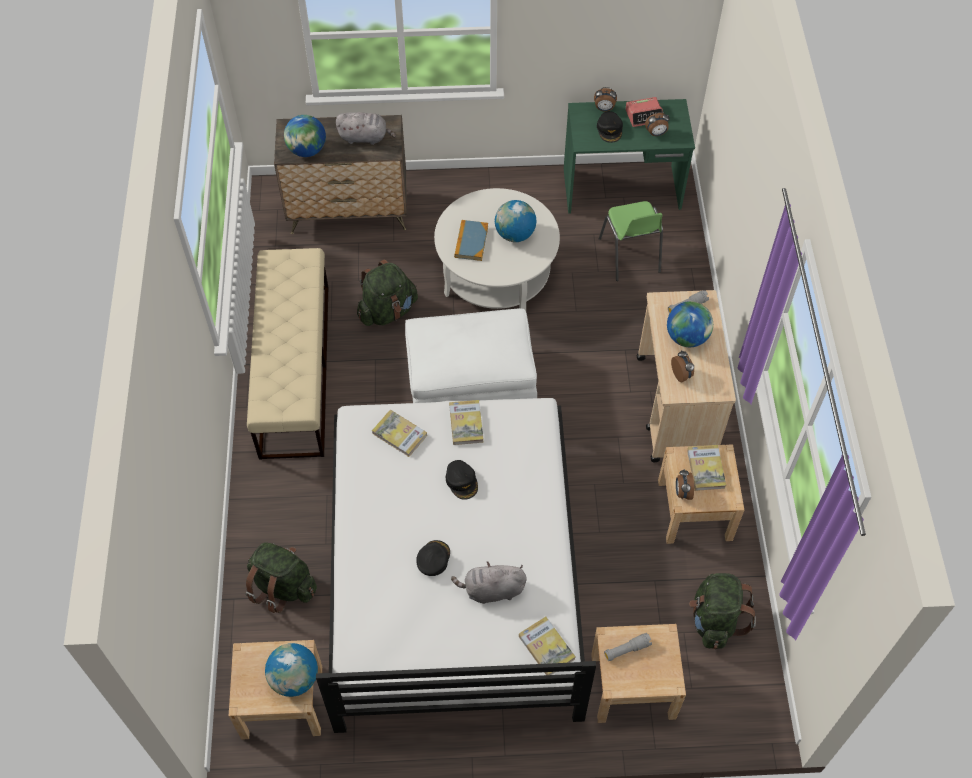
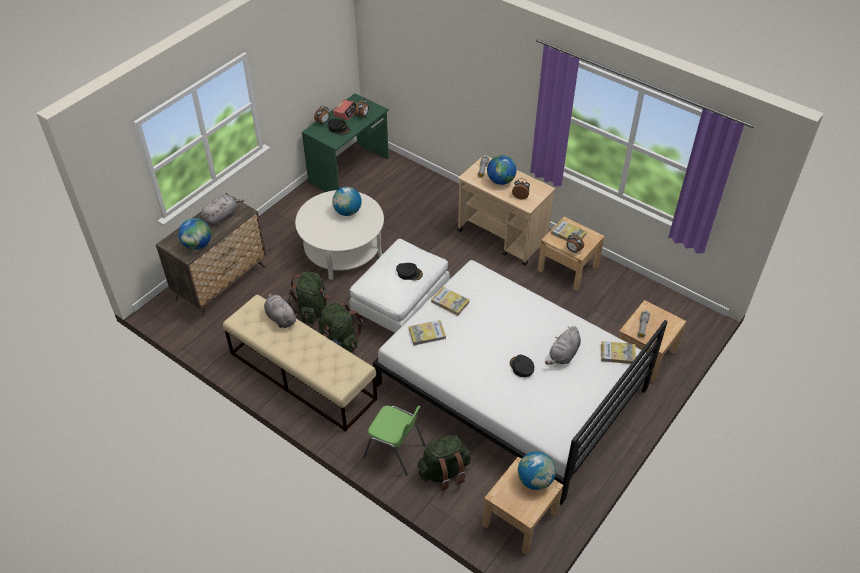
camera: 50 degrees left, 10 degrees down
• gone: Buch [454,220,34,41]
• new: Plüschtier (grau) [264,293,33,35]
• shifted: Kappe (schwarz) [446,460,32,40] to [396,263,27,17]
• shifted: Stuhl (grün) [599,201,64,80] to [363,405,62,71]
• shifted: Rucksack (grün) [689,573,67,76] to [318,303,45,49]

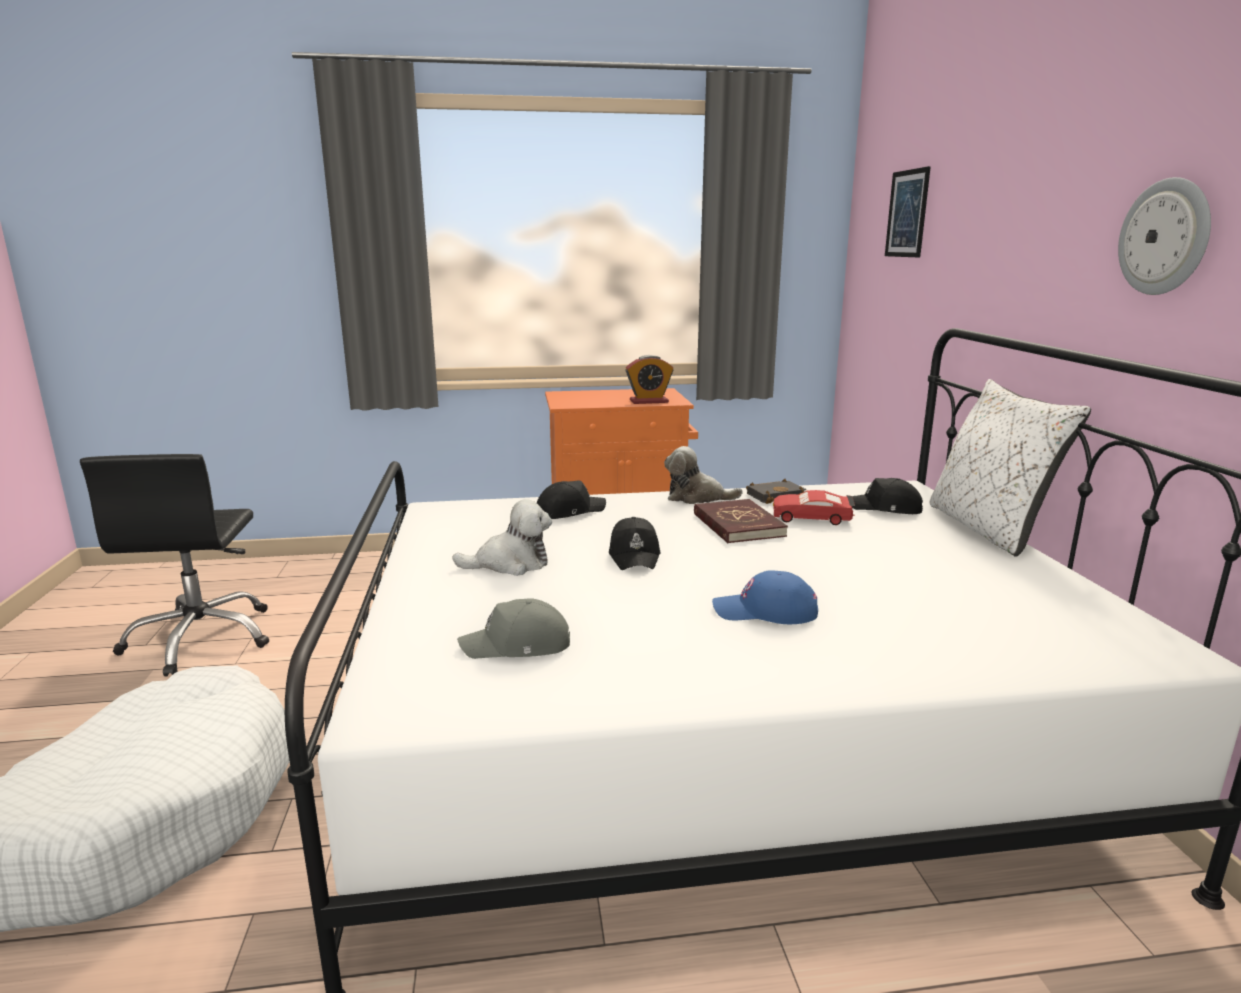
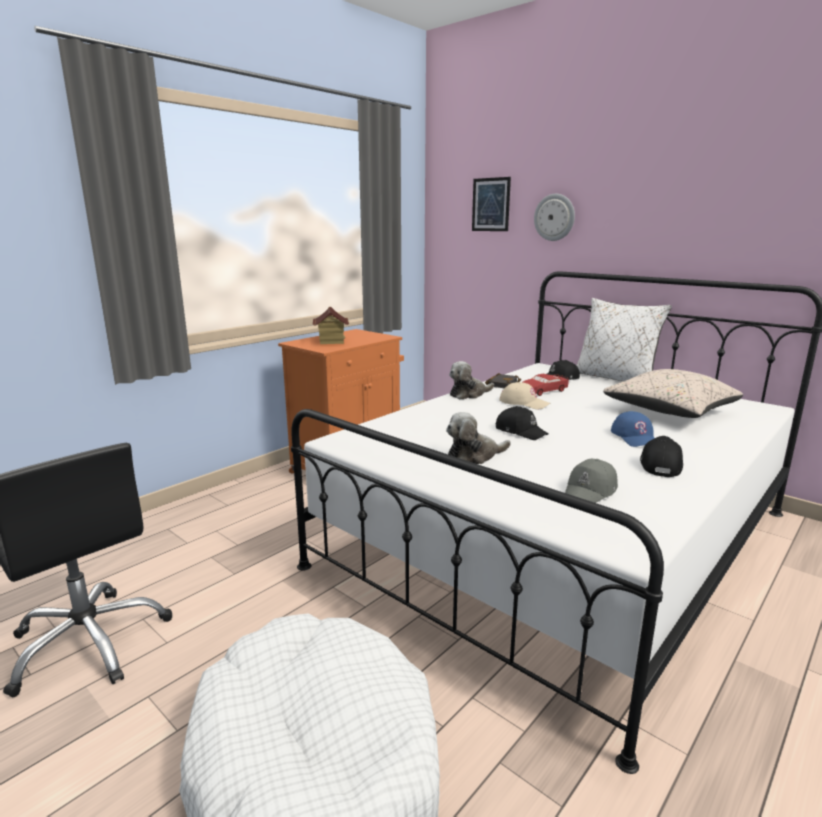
camera: 40 degrees left, 0 degrees up
• gone: Wecker [625,355,48,49]
• new: Spielzeughaus [313,307,36,37]
• new: Kissen (beige) [603,369,140,49]
• shifted: Kappe (schwarz) [537,481,69,38] to [640,436,43,41]
• shifted: Wanduhr [1118,177,93,118] to [534,194,41,47]
• swapped: Buch (rot) [694,499,94,44] to Kappe (beige) [499,382,51,28]
• rotated: Plüschtier [452,499,100,77] = [446,412,65,52] 150 degrees counterclockwise
• rotated: Kappe (blau) [712,570,106,54] = [611,411,44,36] 60 degrees counterclockwise

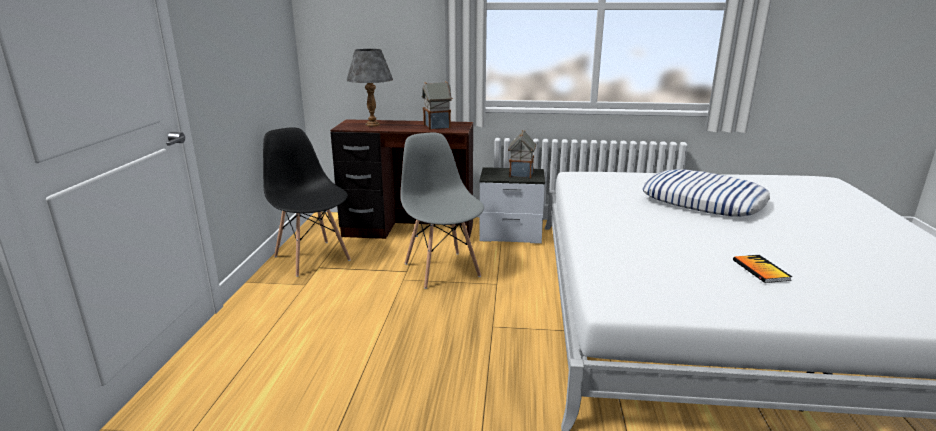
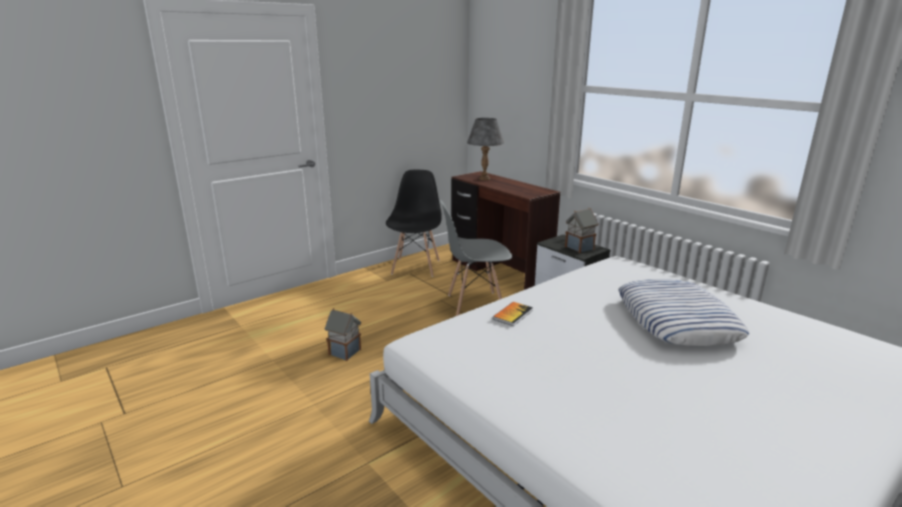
camera: 45 degrees right, 0 degrees up
• shifted: Spielzeughaus [422,81,31,49] to [325,308,36,53]
• shifted: Buch [733,255,59,28] to [493,302,40,24]
• rotated: Stuhl (grau) [400,133,84,156] = [439,200,73,116] 120 degrees counterclockwise

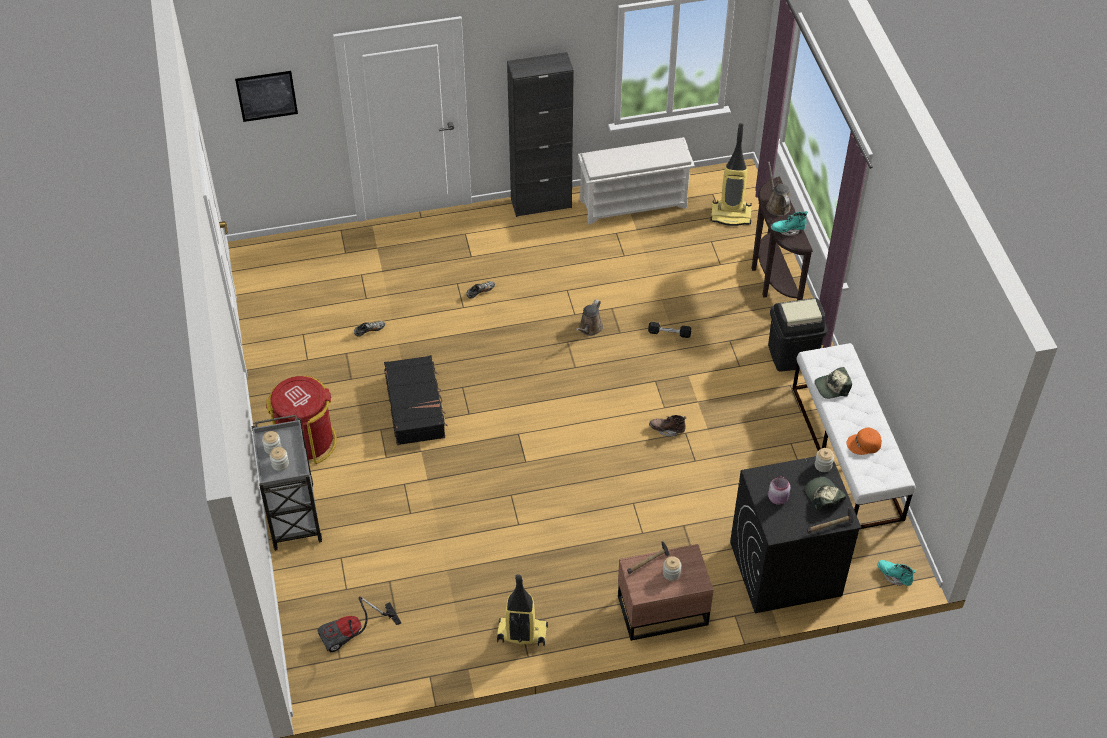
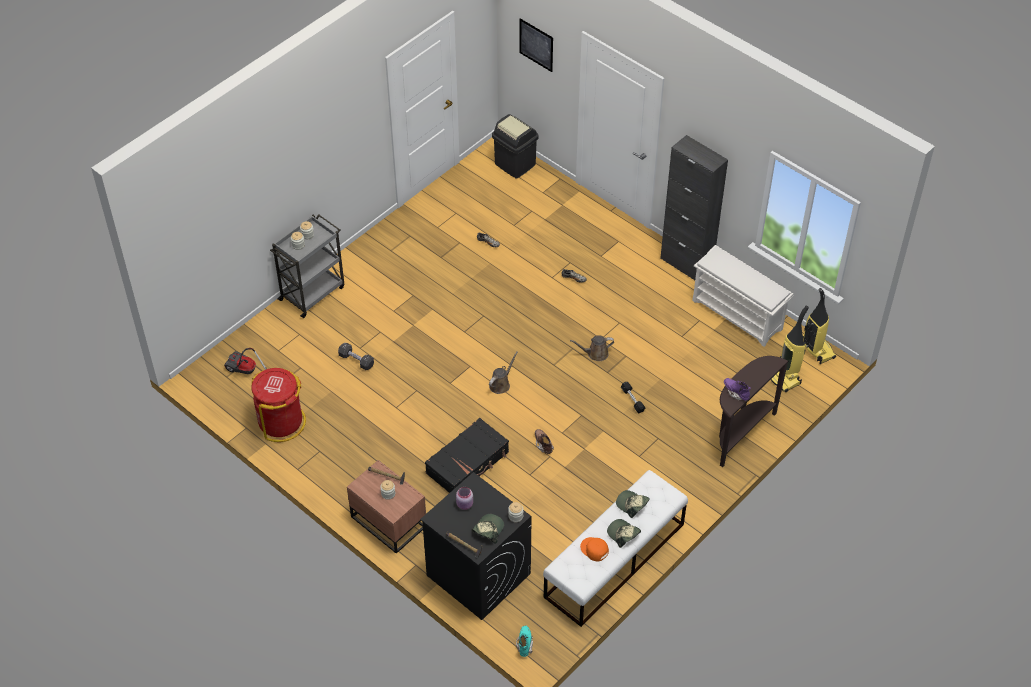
camera: 55 degrees right, 0 degrees up
• new: Hantel (schwarz) [338,343,36,27]
• new: Kappe [607,519,34,29]
• shifted: Mülleimer (rot) [266,375,71,89] to [251,368,55,74]
• shifted: Koffer (schwarz) [384,355,64,90] to [425,418,84,75]
• shifted: Staubsauger [497,574,51,72] to [803,288,33,76]
• shifted: Gießkanne (braun) [766,162,25,54] to [489,351,29,43]
• shifted: Mülleimer (schwarz) [768,298,59,74] to [492,114,47,64]
• repainted: Stiefel (türkis) [771,211,37,25] to Stiefel (lila) [724,378,27,22]

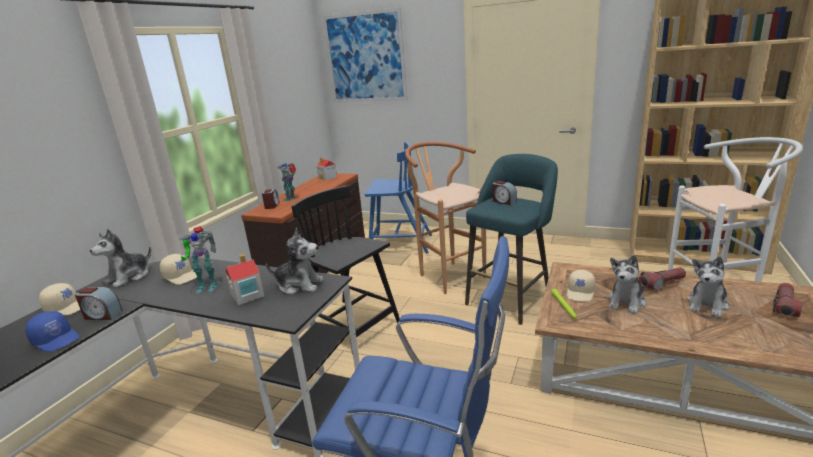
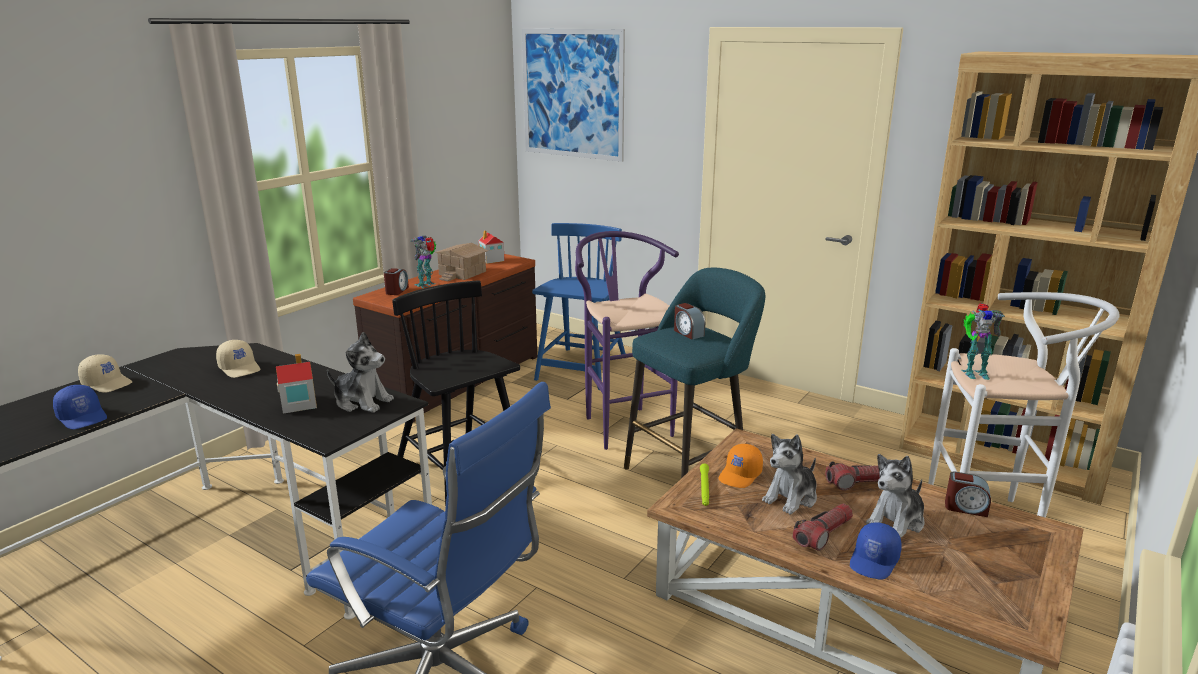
camera: 10 degrees right, 0 degrees up
• gone: Plüschtier [90,229,61,59]
• new: Spielzeughaus [434,243,55,38]
• new: Kappe (blau) [850,522,52,58]
• shifted: Wecker [75,287,48,33] to [945,471,46,46]
• shifted: Spielzeugroboter [180,226,40,67] to [961,303,44,77]
• shifted: Taschenlampe [773,283,29,34] to [793,504,60,47]
• repainted: Hocker (braun) [405,142,81,152] to Hocker (lila) [575,231,104,219]
• repainted: Kappe (beige) [567,270,29,32] to Kappe (orange) [718,444,45,44]
• rotated: Stuhl (blau) [365,142,67,112] = [532,223,94,167] 90 degrees counterclockwise

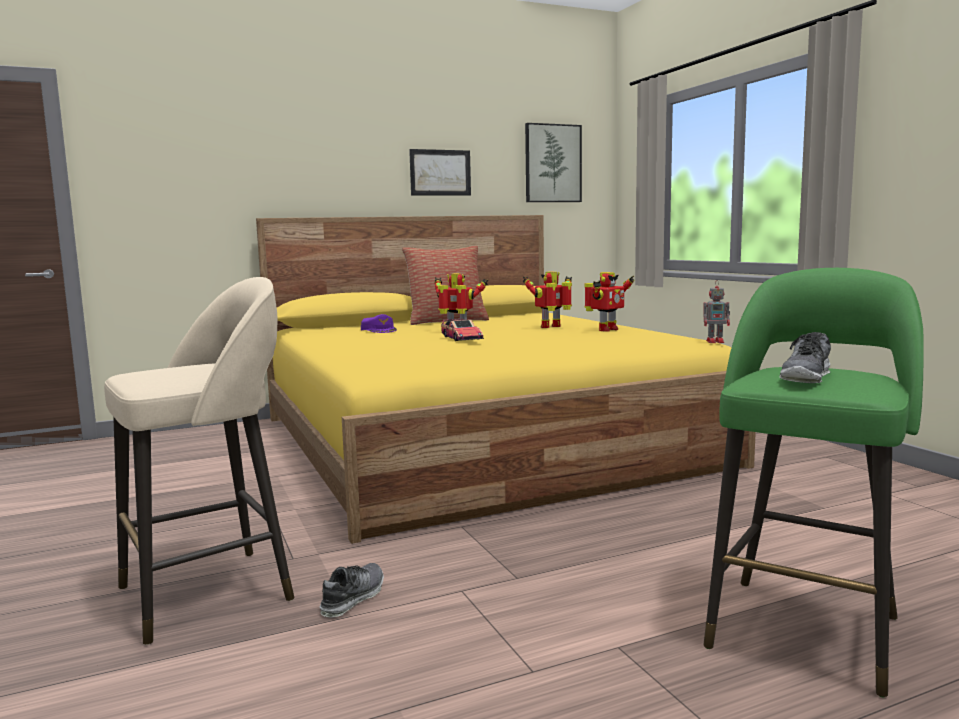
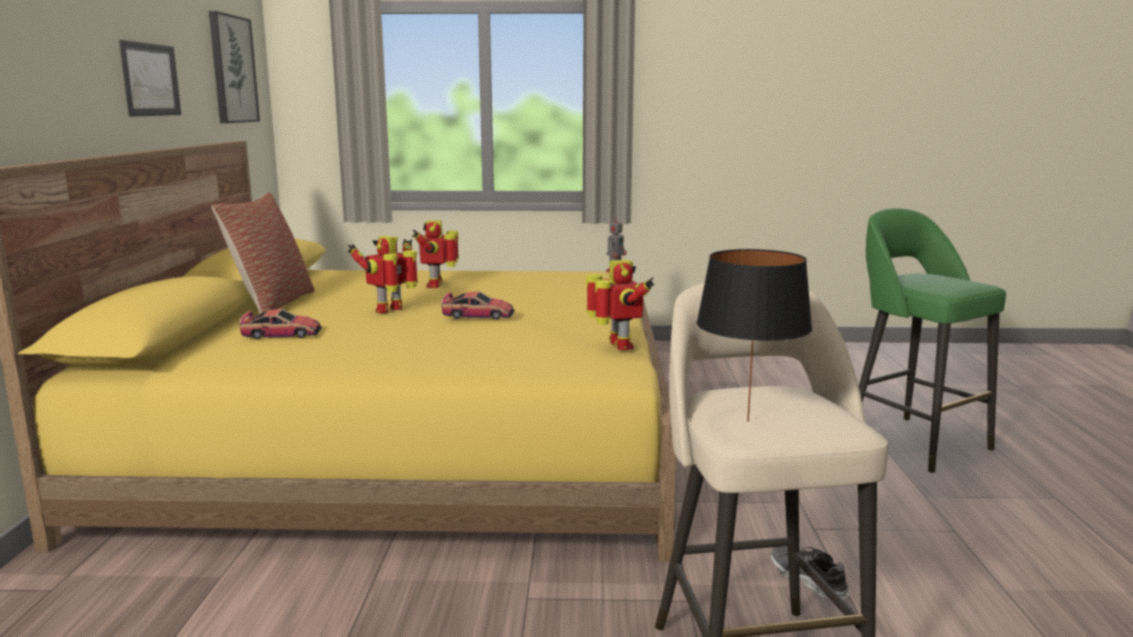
camera: 65 degrees left, 5 degrees up
• gone: Schuh [779,332,52,51]
• new: Tischlampe (schwarz) [696,249,116,173]
• shifted: Spielzeugroboter [584,272,50,60] to [586,260,68,90]
• swapped: Kappe (lila) [361,314,36,19] to Spielzeugauto [240,309,82,31]

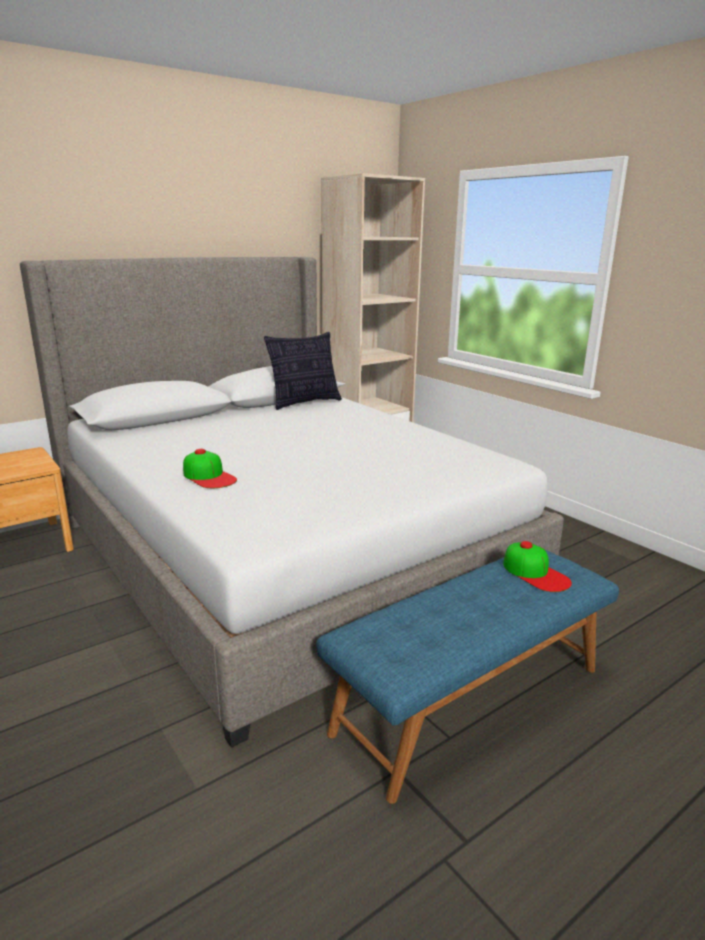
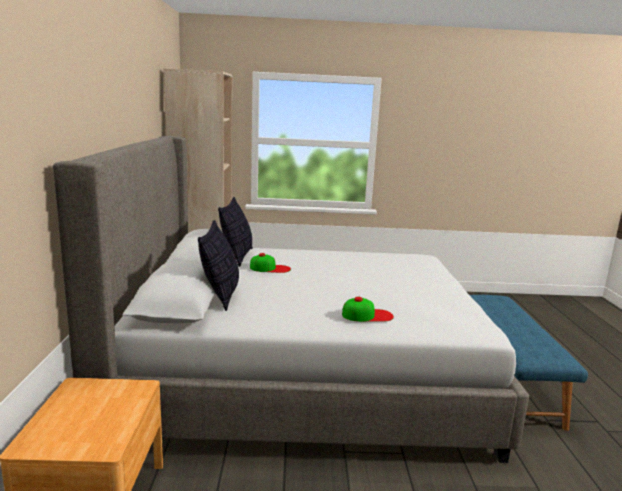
camera: 55 degrees left, 5 degrees down
• new: Kissen [198,220,41,91]
• shifted: Kappe [503,541,69,51] to [250,253,41,20]

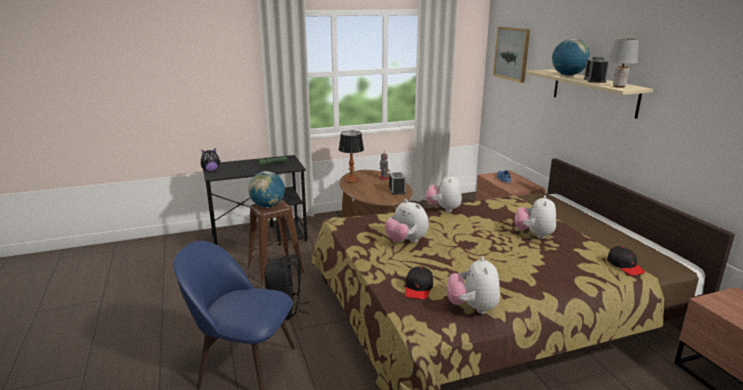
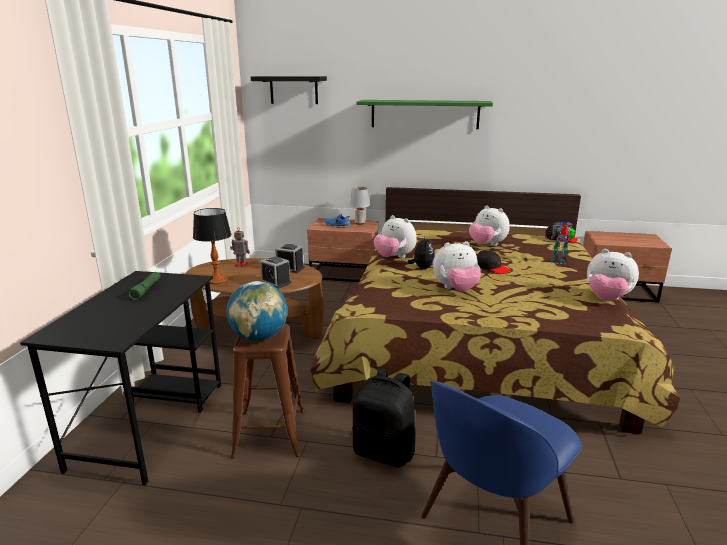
camera: 60 degrees left, 0 degrees up
• gone: Globus [552,39,38,37]
• new: Spielzeugroboter [551,222,25,42]
• shifted: Plüschtier [201,148,19,24] to [408,237,27,32]
• shifted: Kappe (schwarz) [405,266,28,33] to [477,250,34,24]
• shifted: Wecker [584,57,25,26] to [260,256,31,33]
• shifted: Tischlampe (grau) [609,38,30,50] to [350,187,20,38]
• swapped: Bild [493,27,37,56] to Wandregal (schwarz) [251,76,76,28]
• repainted: Wandregal (beige) [526,69,127,50] to Wandregal (grün) [356,100,137,29]

